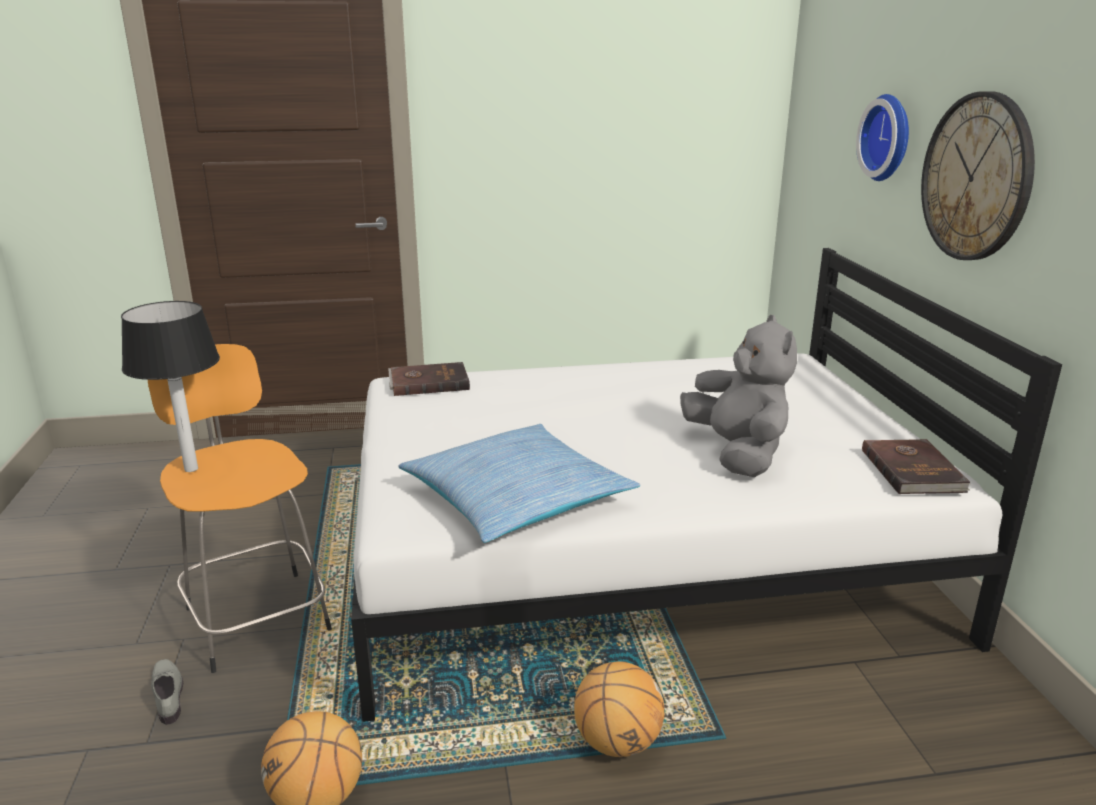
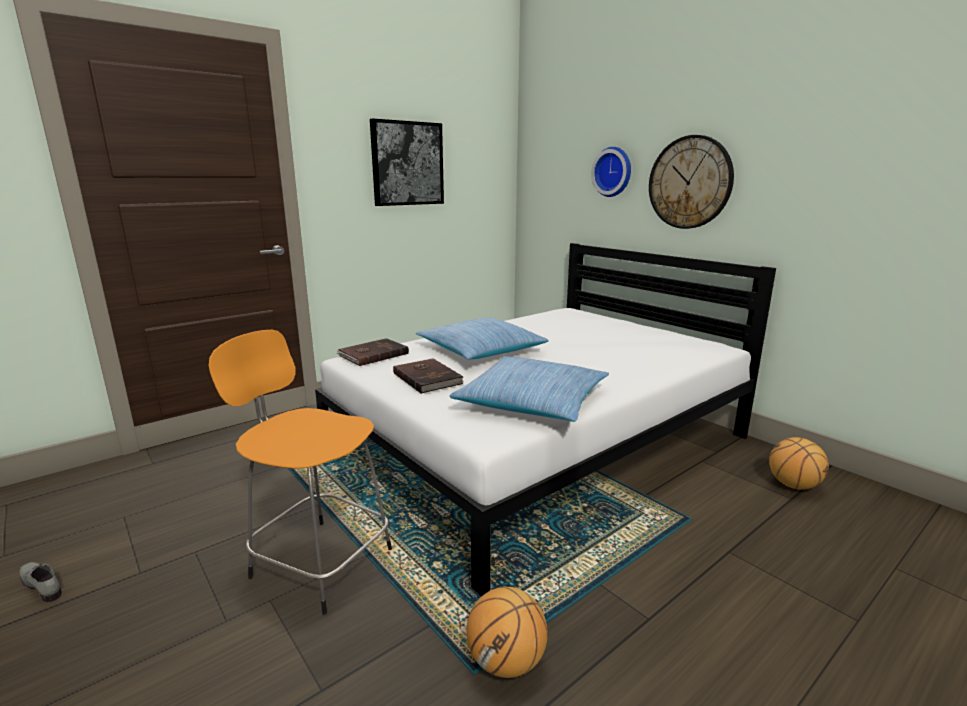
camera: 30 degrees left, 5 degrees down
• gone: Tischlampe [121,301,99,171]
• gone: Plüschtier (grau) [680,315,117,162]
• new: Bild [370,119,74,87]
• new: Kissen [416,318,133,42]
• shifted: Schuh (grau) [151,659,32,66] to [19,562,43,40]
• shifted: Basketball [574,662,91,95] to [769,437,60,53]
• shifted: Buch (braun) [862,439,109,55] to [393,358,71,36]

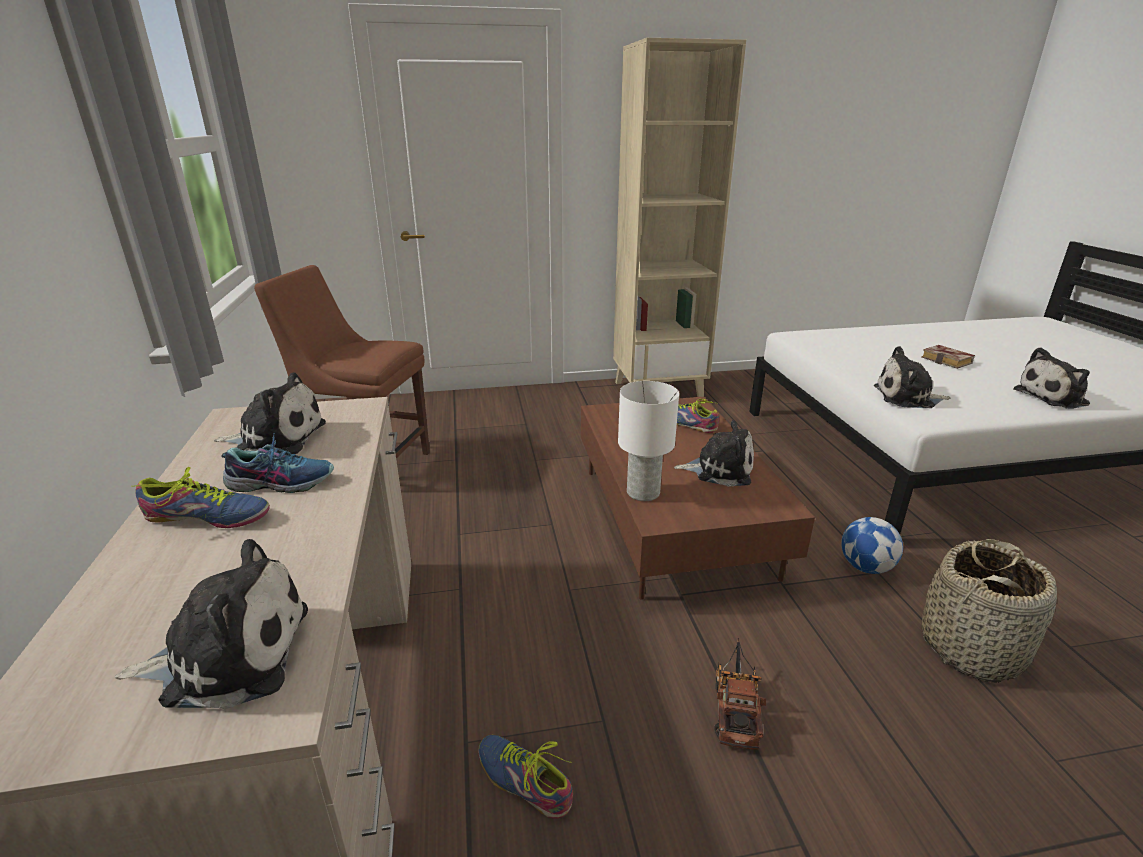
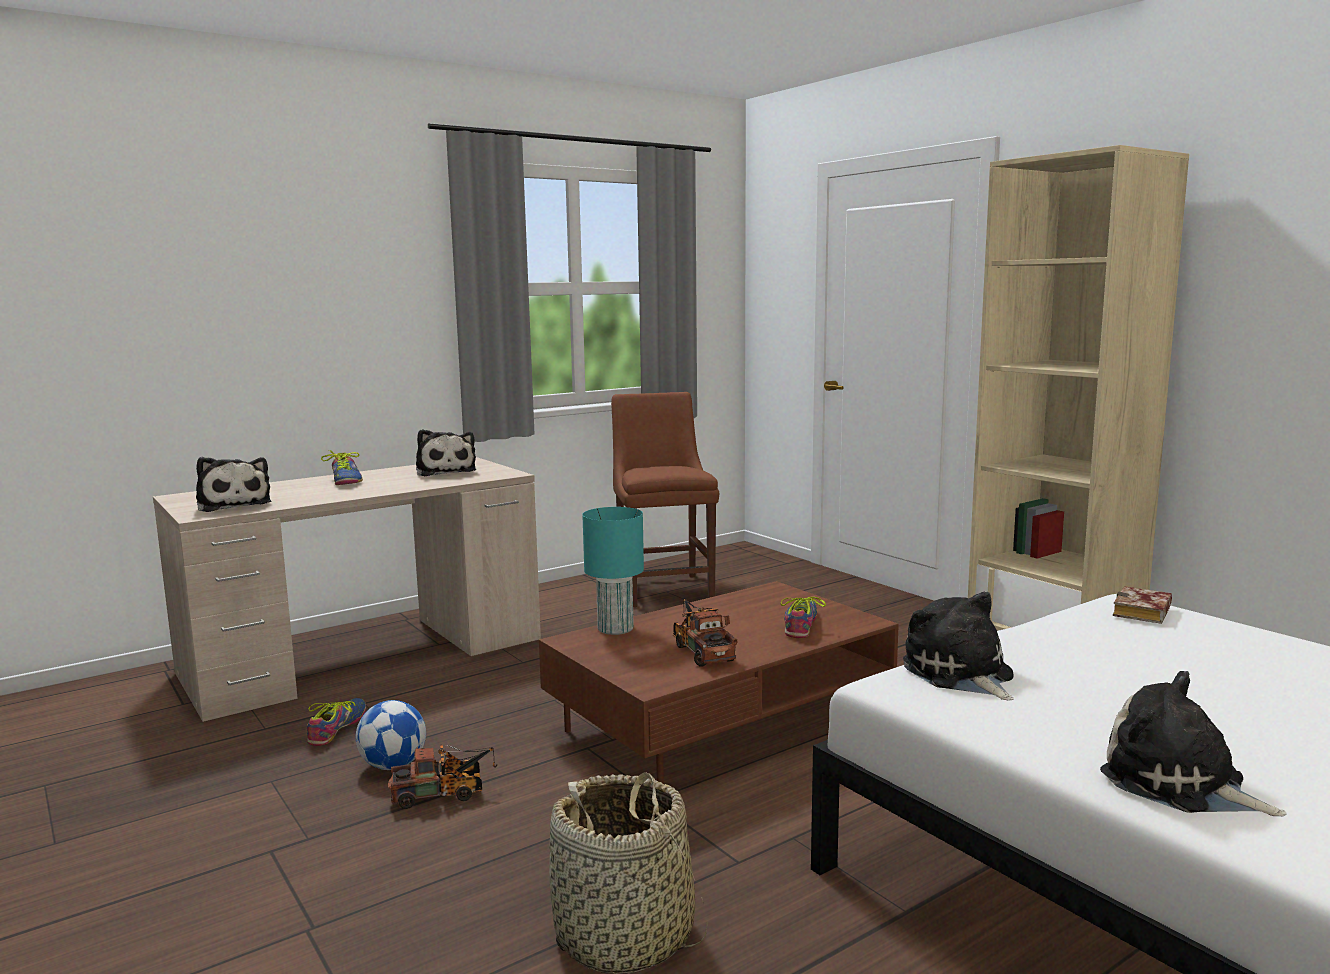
camera: 65 degrees right, 15 degrees down
• gone: Schuh [222,433,112,60]
• shifted: Fußball [841,517,62,57] to [356,700,70,70]
• shifted: Buch [921,345,54,24] to [1113,586,59,38]
• swapped: Plüschtier [674,420,80,67] to Spielzeuglaster [673,598,65,69]
• repainted: Tischlampe (weiß) [618,381,61,120] to Tischlampe (türkis) [582,507,62,128]

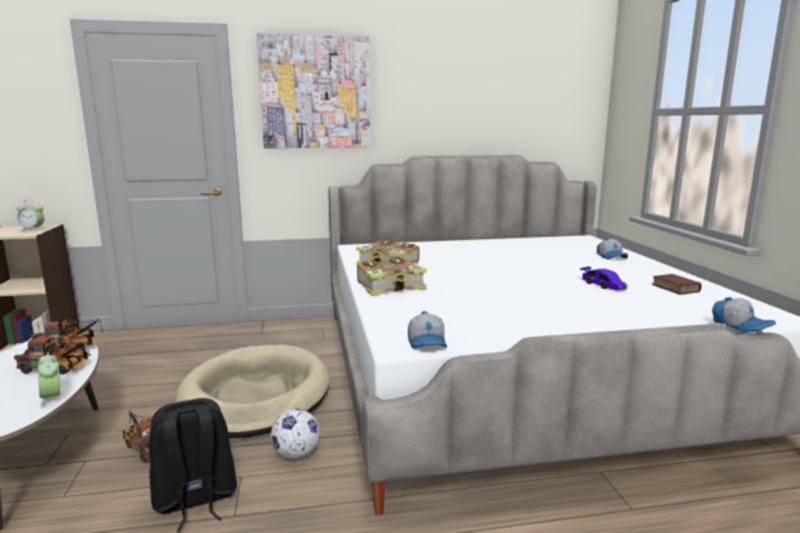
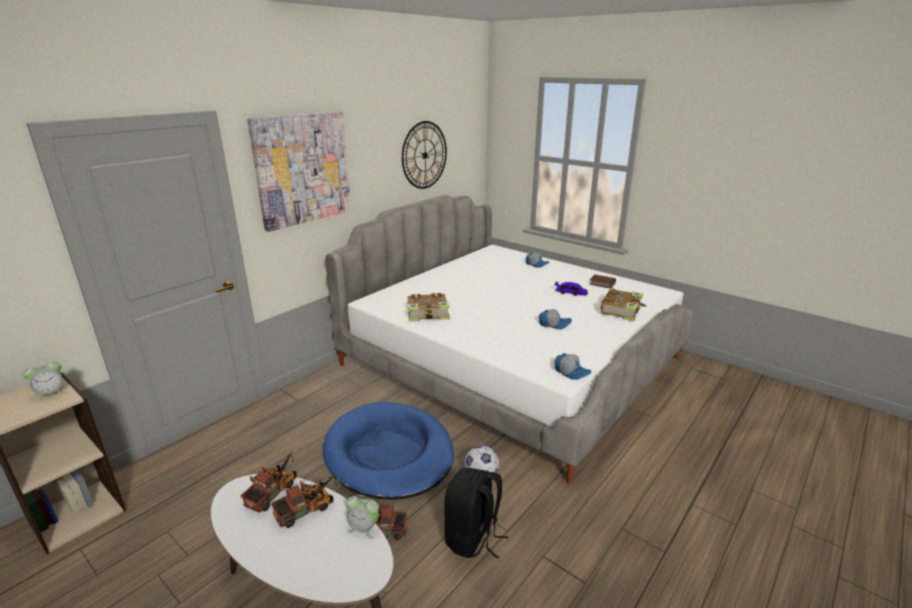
camera: 40 degrees left, 10 degrees up
• new: Wanduhr [402,121,45,68]
• shifted: Buch [357,258,70,37] to [601,289,46,32]
• shifted: Kappe [712,297,64,35] to [539,309,33,20]
• repainted: Hundebett (beige) [175,344,155,94] to Hundebett (blau) [323,402,131,98]

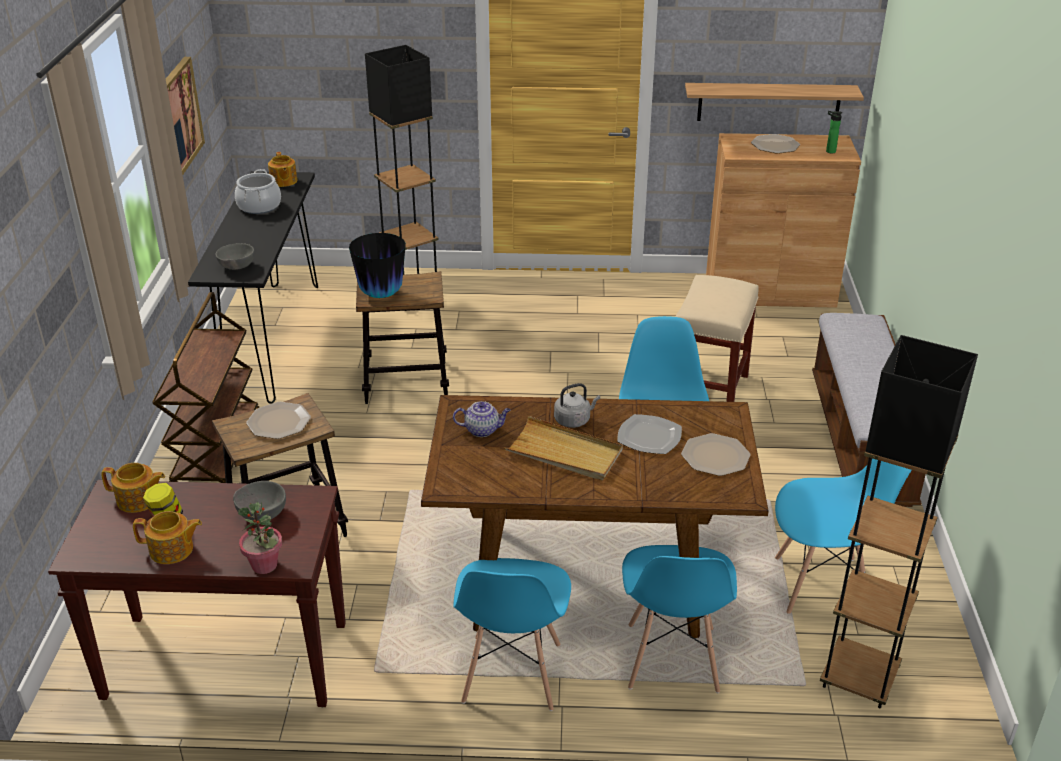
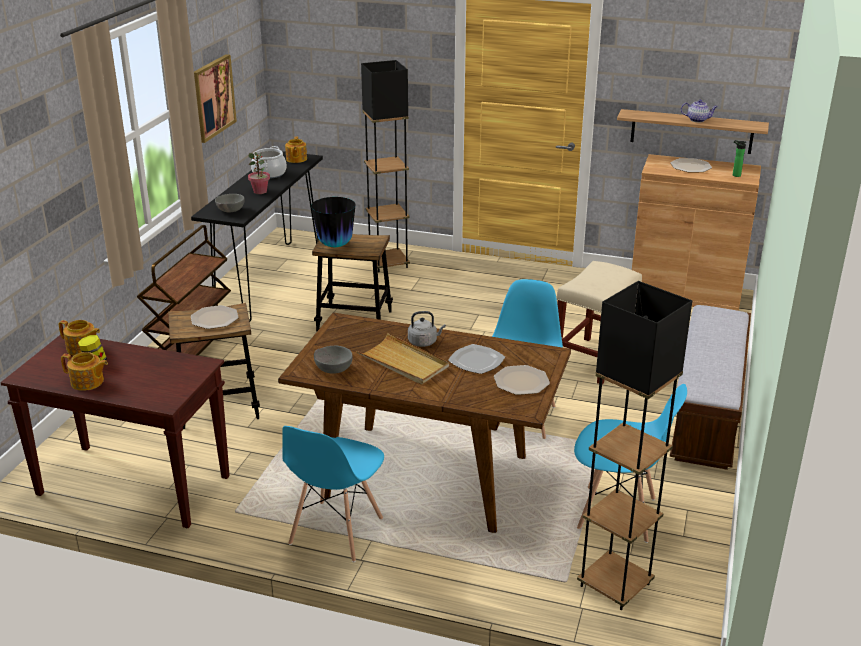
camera: 15 degrees right, 5 degrees down
• gone: Stuhl (blau) [622,545,115,148]
• shifted: Schüssel (grau) [233,481,53,40] to [314,346,39,28]
• shifted: Topfpflanze [238,502,45,72] to [248,152,22,42]
• shifted: Teekanne [453,401,57,36] to [681,100,37,22]

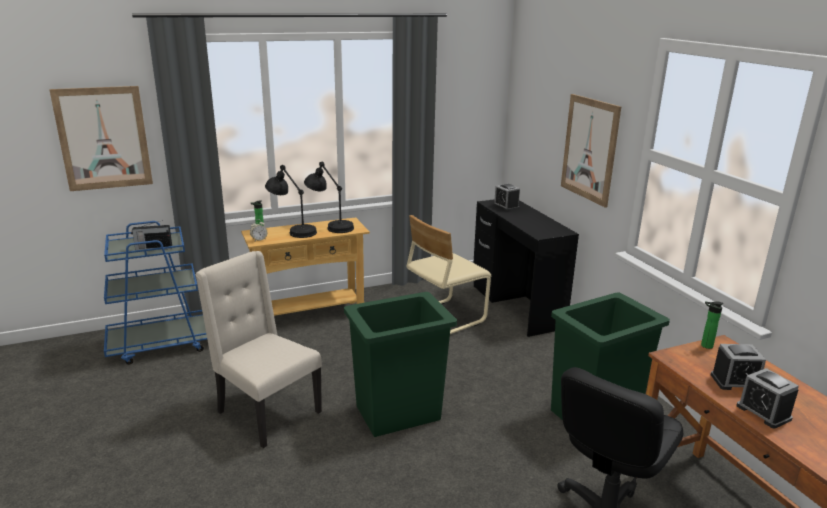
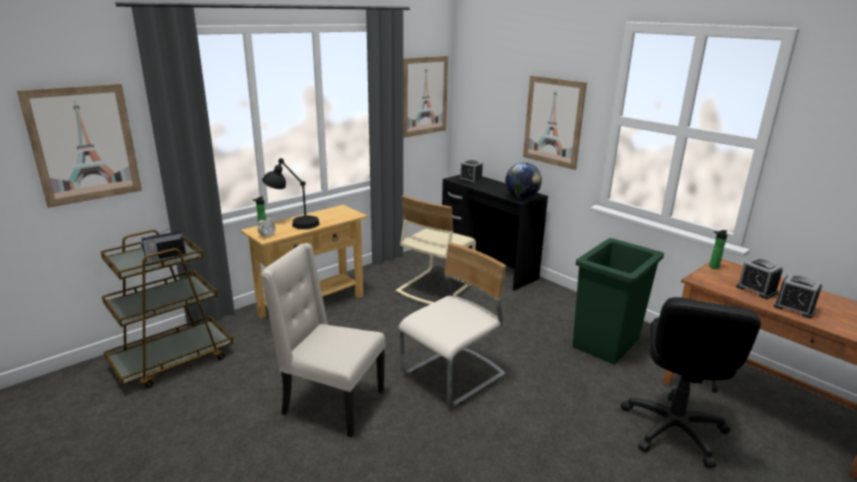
camera: 20 degrees left, 0 degrees up
• gone: Tischlampe (schwarz) [304,162,50,71]
• new: Bild [403,56,45,82]
• new: Globus [505,162,37,37]
• swapped: Mülleimer (grün) [344,292,113,145] to Stuhl (beige) [399,243,107,164]
• repainted: Rollwagen (blau) [104,221,103,143] to Rollwagen (braun) [100,230,133,158]
• rotated: Wecker [711,344,55,46] = [736,258,47,41] 75 degrees clockwise

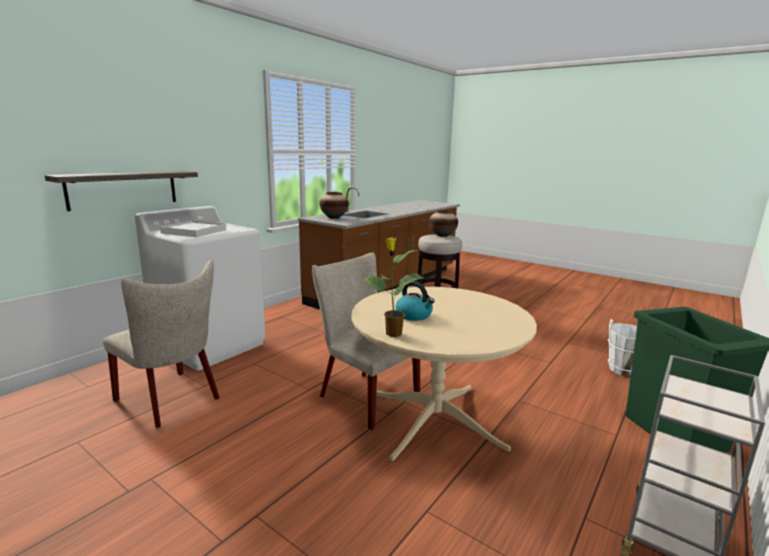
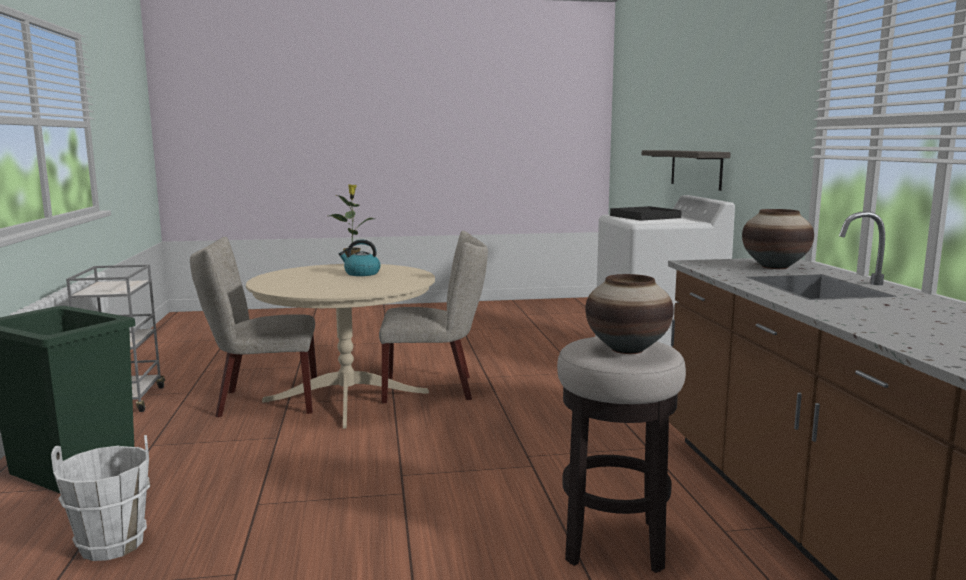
camera: 135 degrees right, 5 degrees down
• shifted: Stuhl (beige) [103,260,117,168] to [190,237,127,180]
• repainted: Tablett (weiß) [160,220,66,17] to Tablett (schwarz) [610,206,72,15]

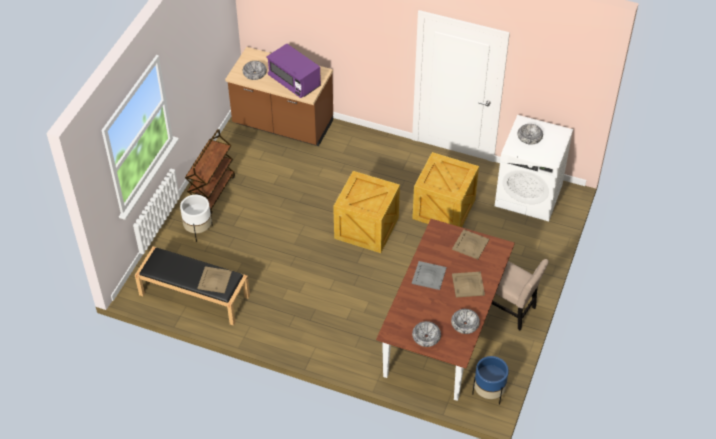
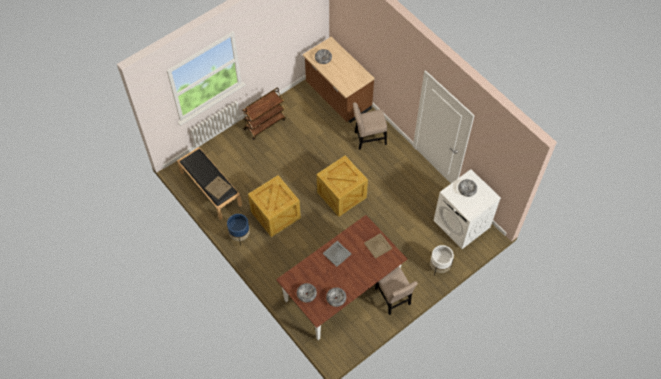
camera: 30 degrees right, 10 degrees up
• gone: Mikrowelle (lila) [266,44,55,54]
• gone: Tablett (beige) [452,272,33,26]
• new: Stuhl (beige) [353,102,34,48]
• shifted: Pflanzkübel (weiß) [180,195,33,47] to [430,245,24,31]
• shifted: Kiste [412,152,67,75] to [248,175,53,62]
• shifted: Pflanzkübel (blau) [472,356,37,49] to [227,214,23,32]

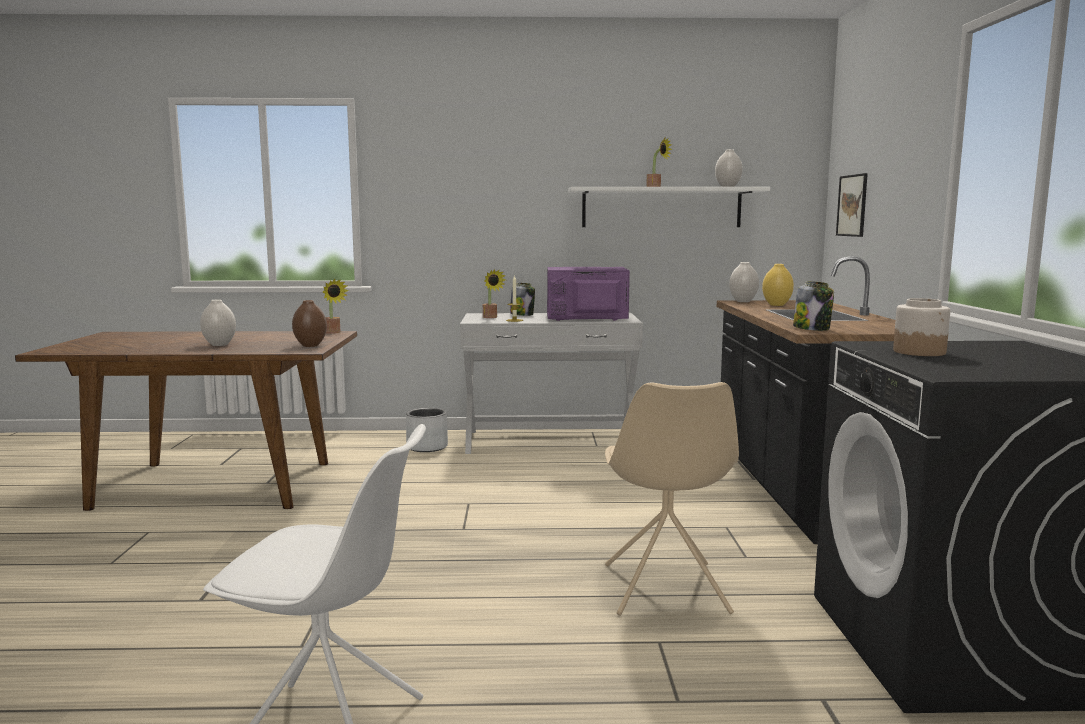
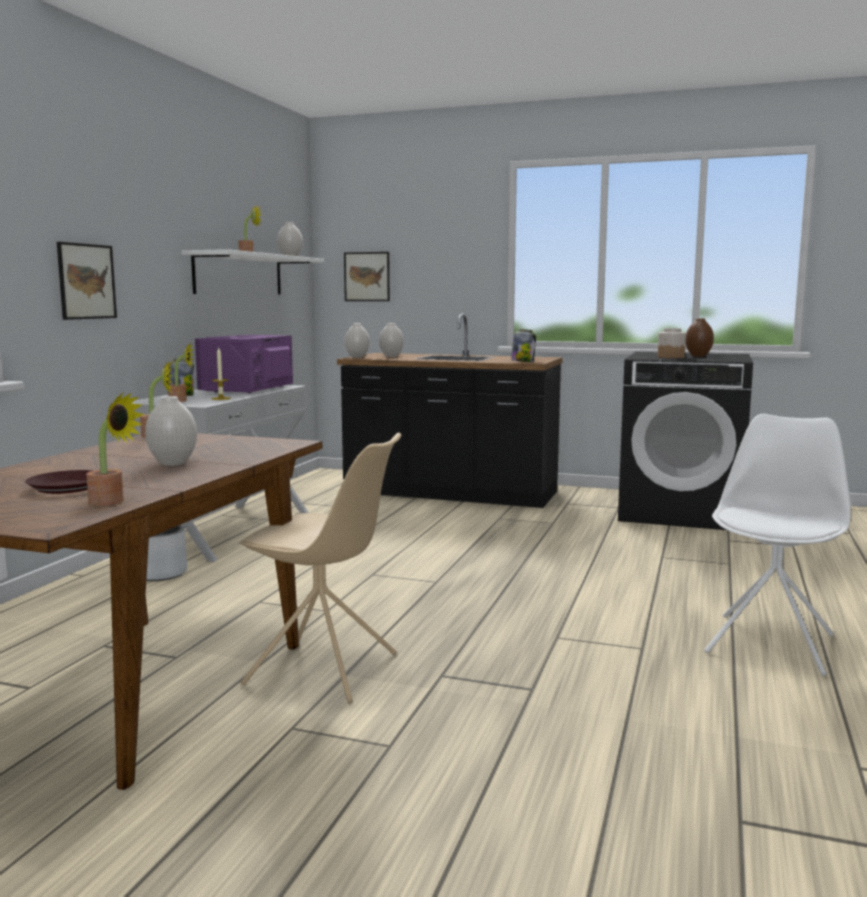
camera: 70 degrees left, 0 degrees up
• new: Teller (braun) [25,470,69,24]
• new: Bild [57,242,60,78]
• new: Topfpflanze [86,393,59,113]
• shifted: Vase (braun) [292,300,35,47] to [685,318,29,39]
• shifted: Stuhl (beige) [605,382,134,234] to [238,433,163,270]
• repainted: Vase (gelb) [762,264,32,42] to Vase (weiß) [379,323,25,34]

